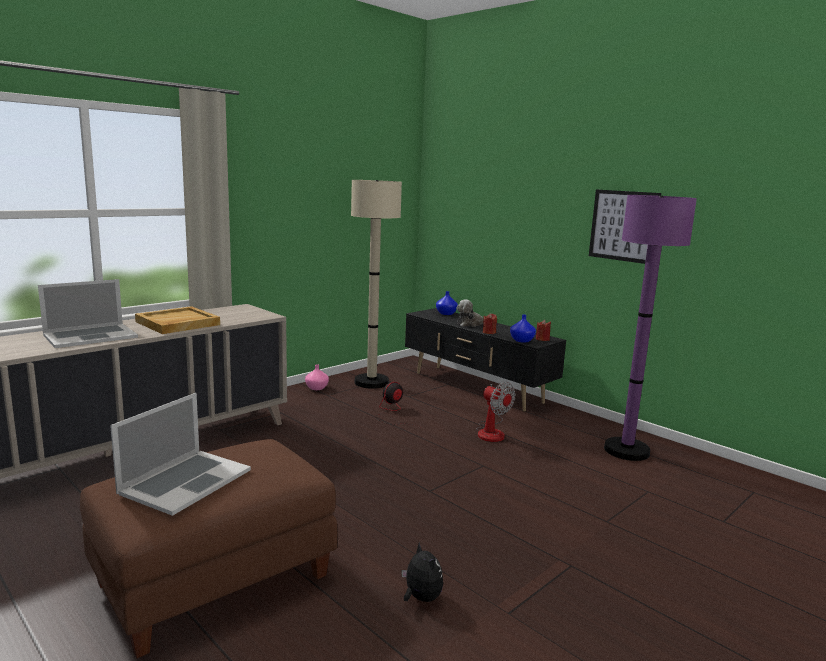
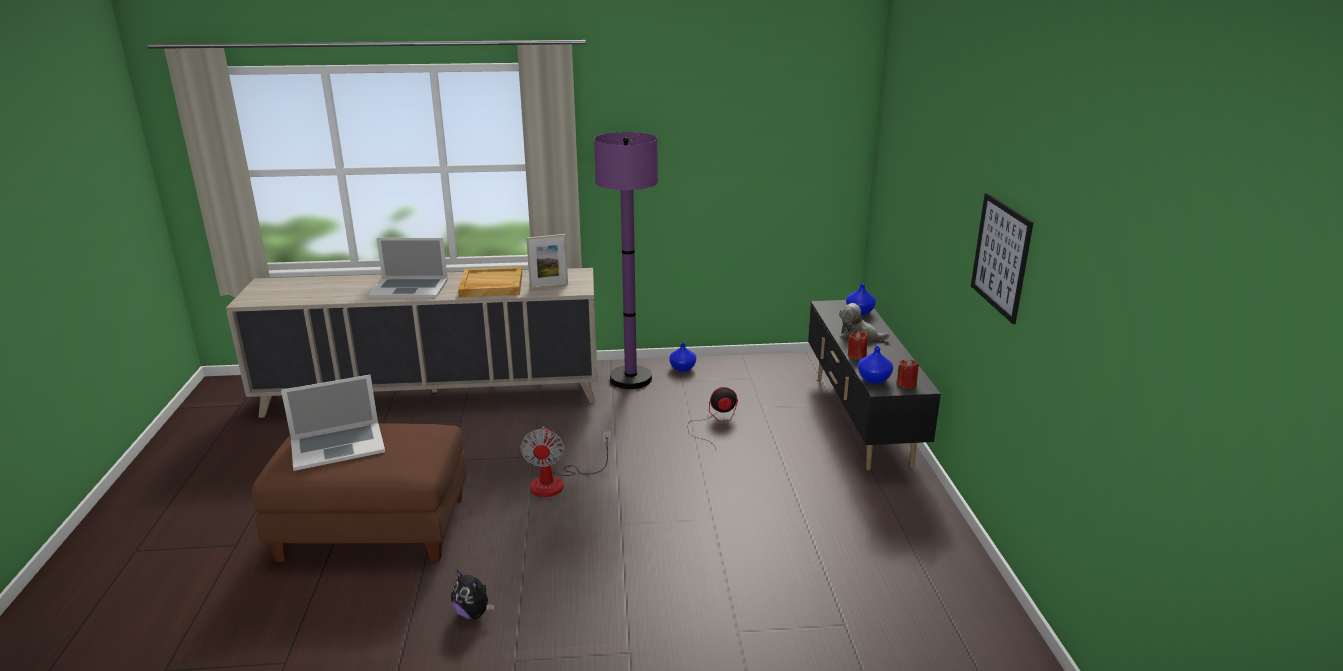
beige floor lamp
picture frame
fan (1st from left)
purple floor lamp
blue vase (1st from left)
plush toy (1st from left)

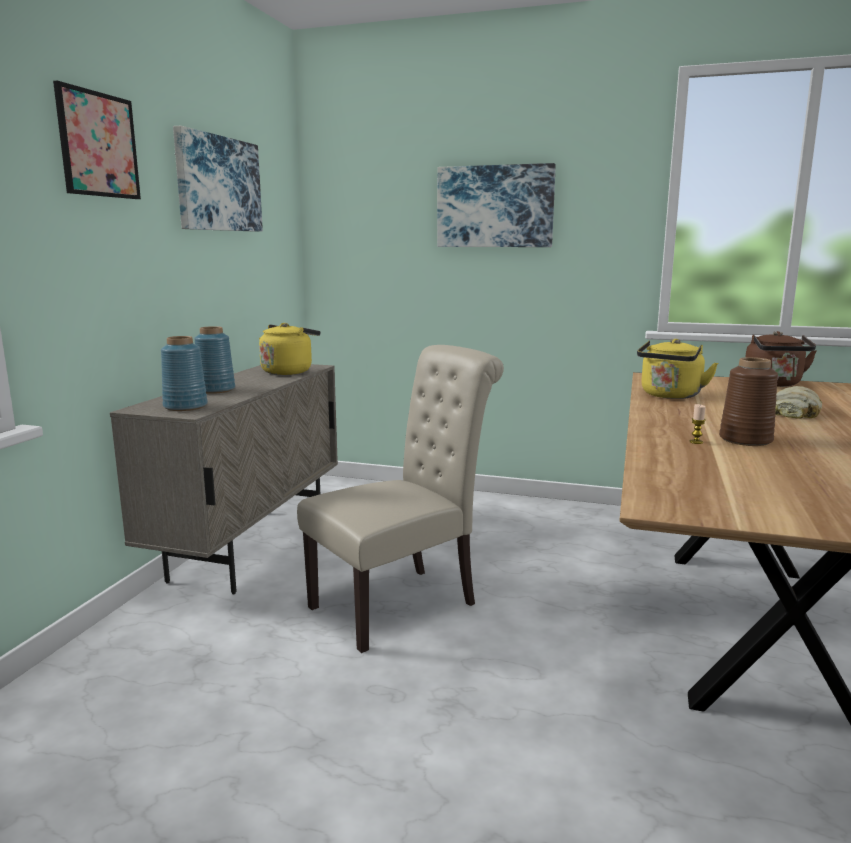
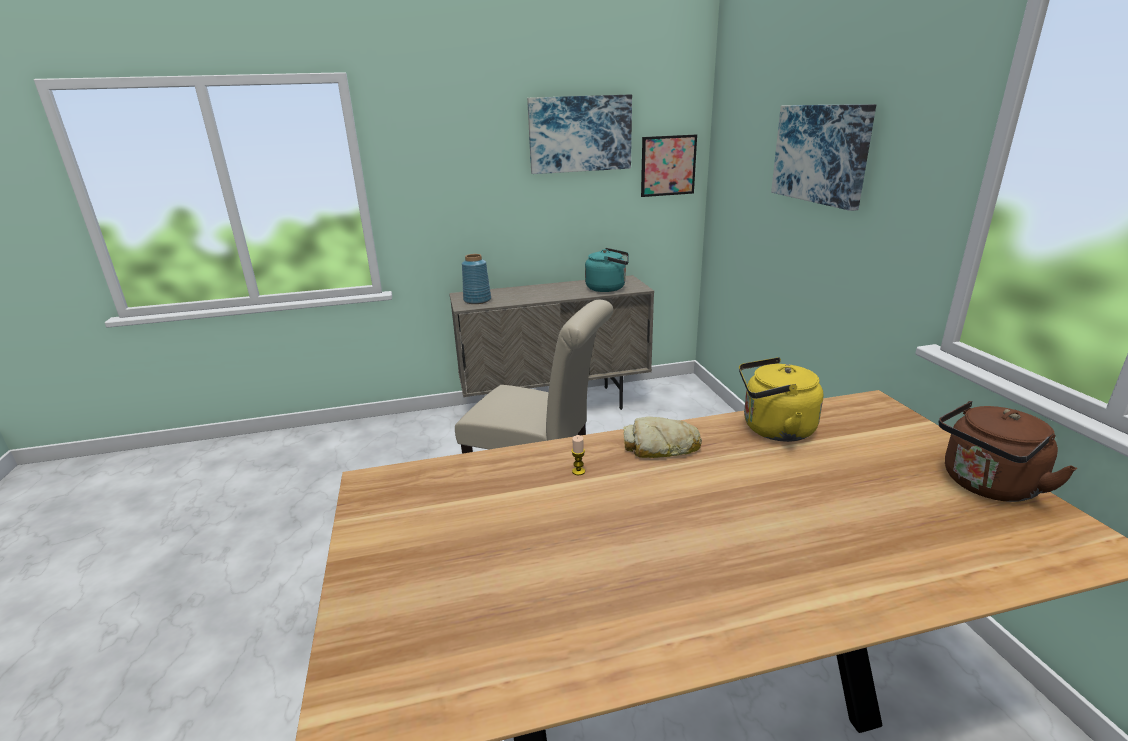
blue vase (2nd from left in the first image)
brown vase
picture (2nd from left)
bread
turquoise kettle

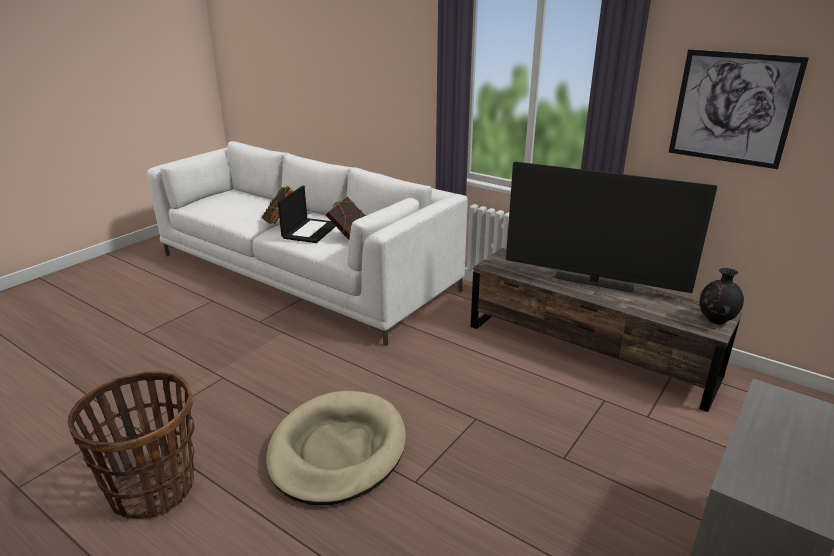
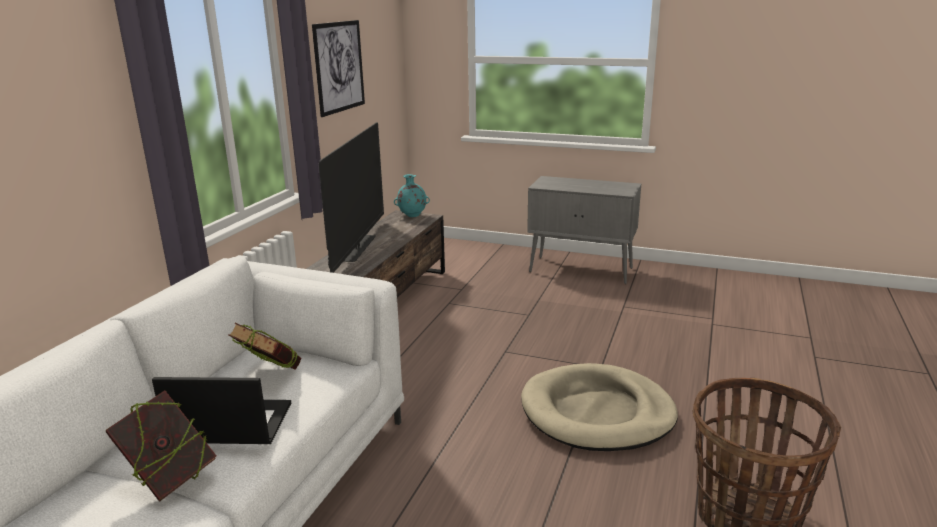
turquoise vase

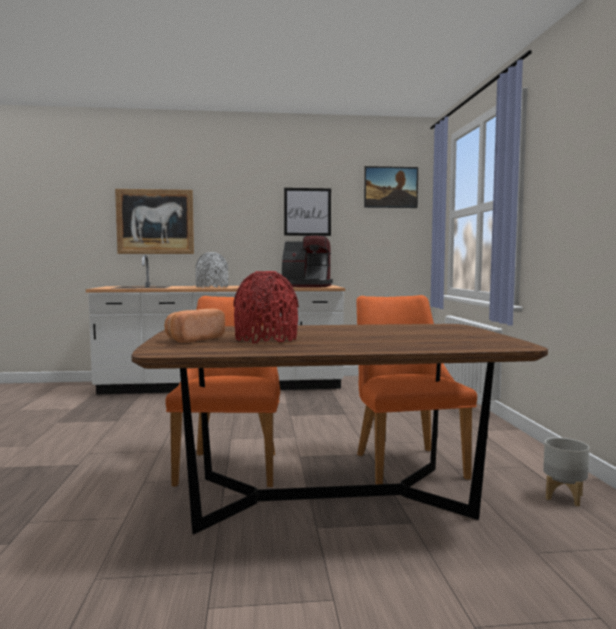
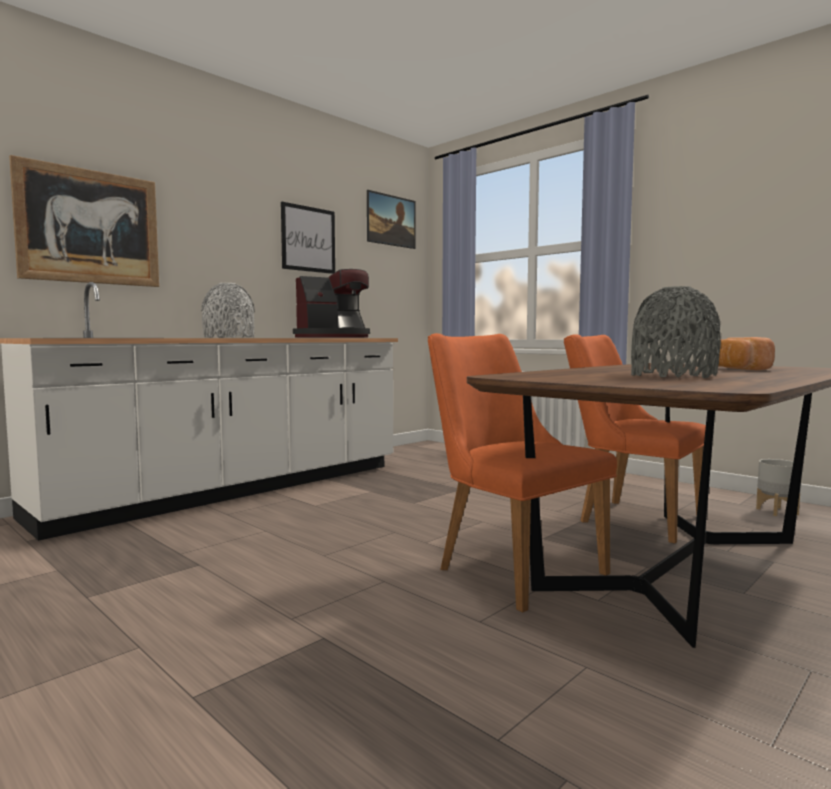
bread
grey vase (2nd from left)

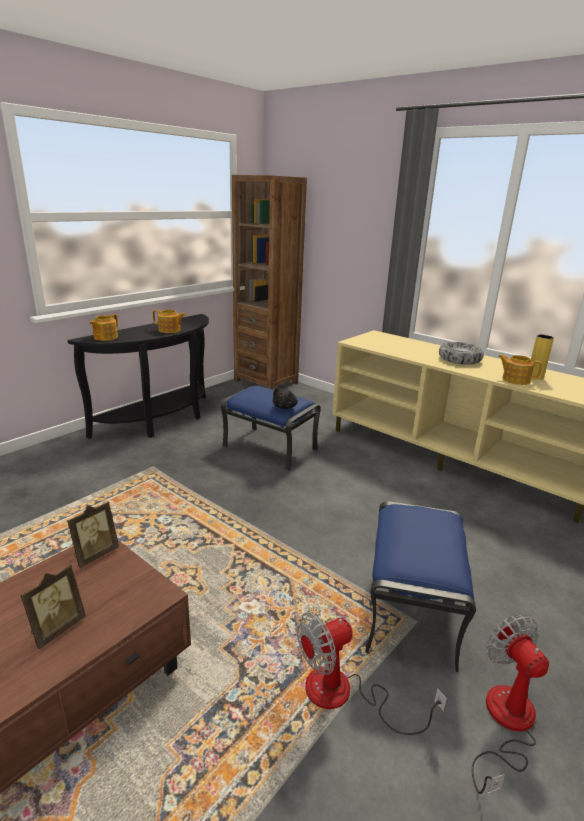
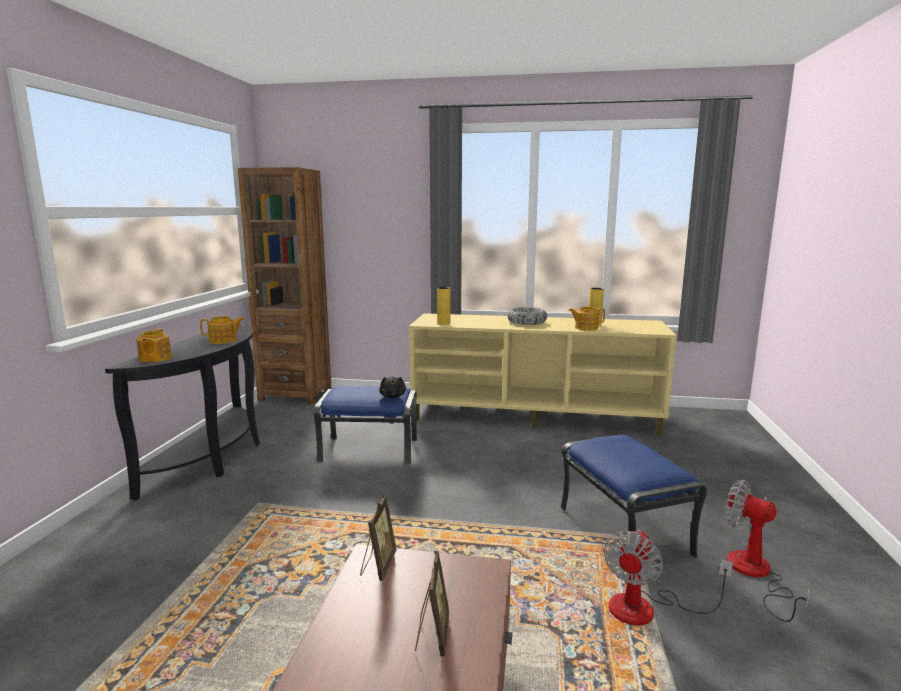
yellow vase (1st from left)

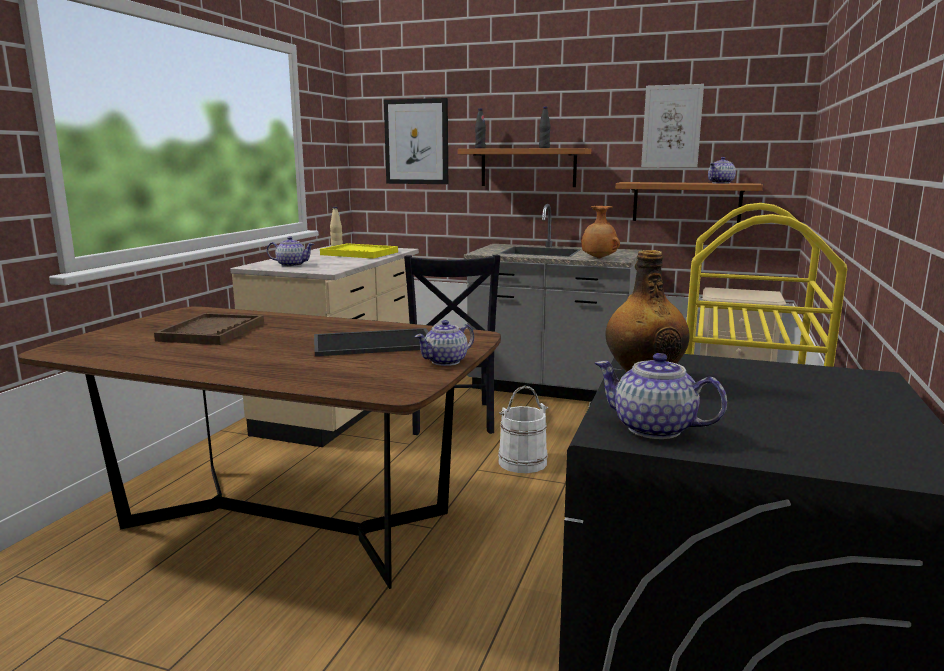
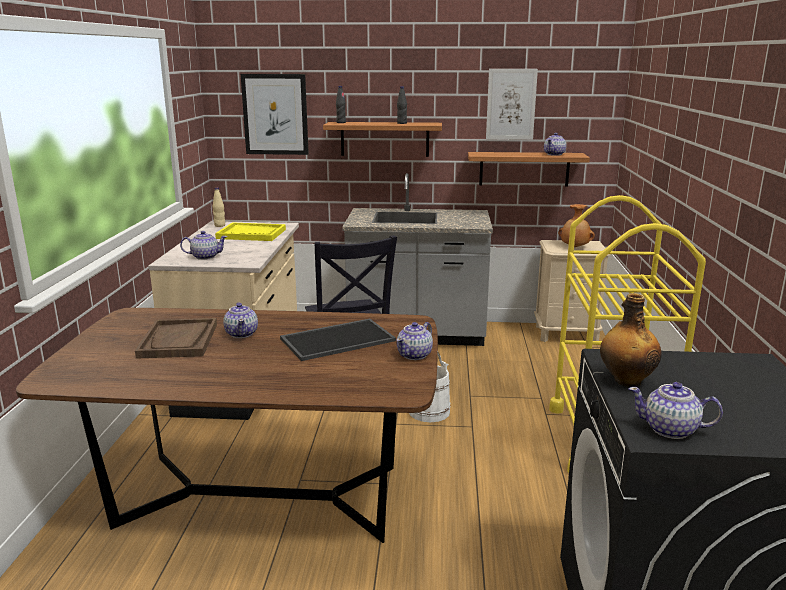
teapot (2nd from left)
brown vase

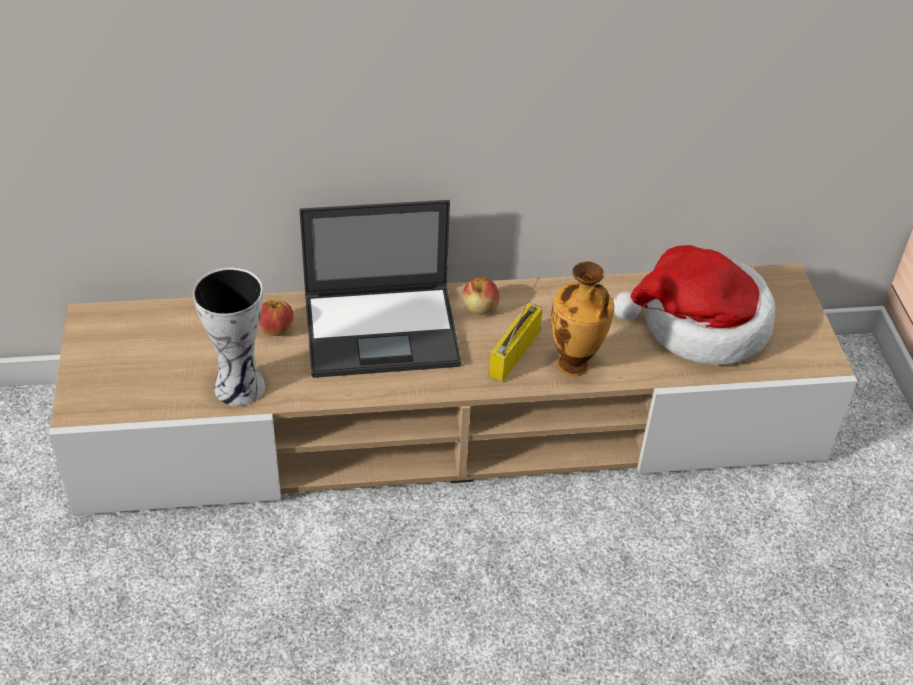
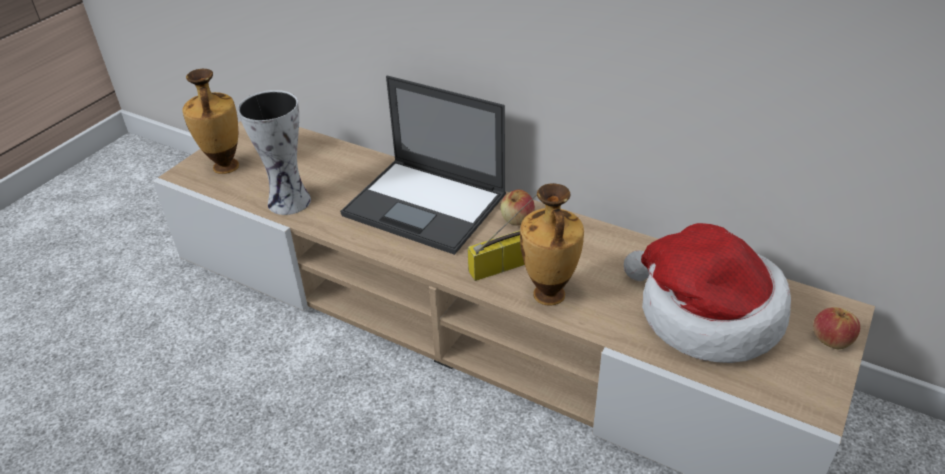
vase (1st from left)
apple (2nd from left)

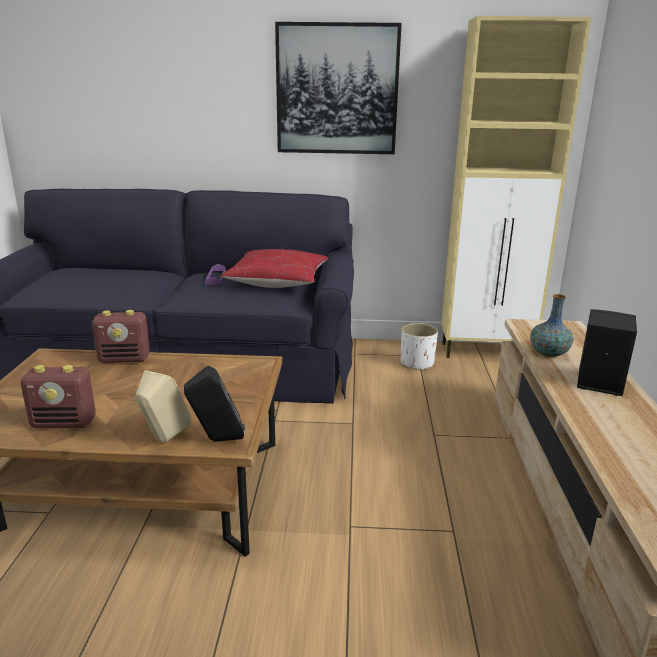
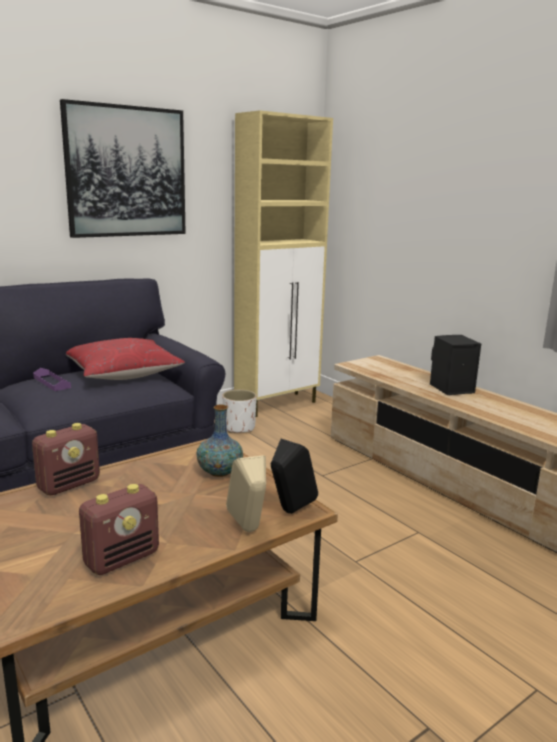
vase

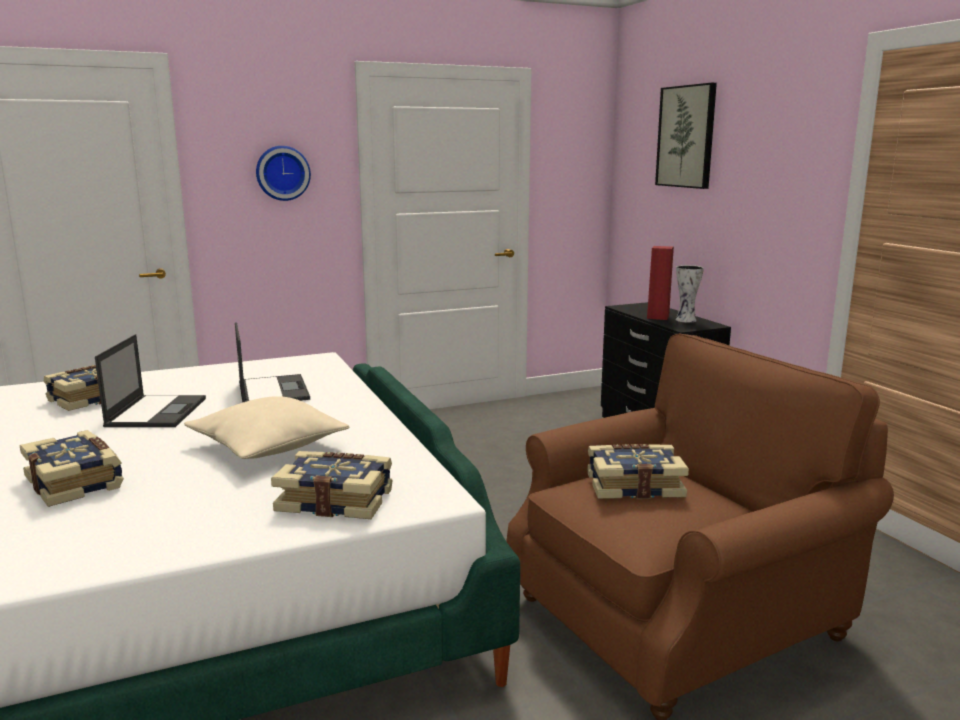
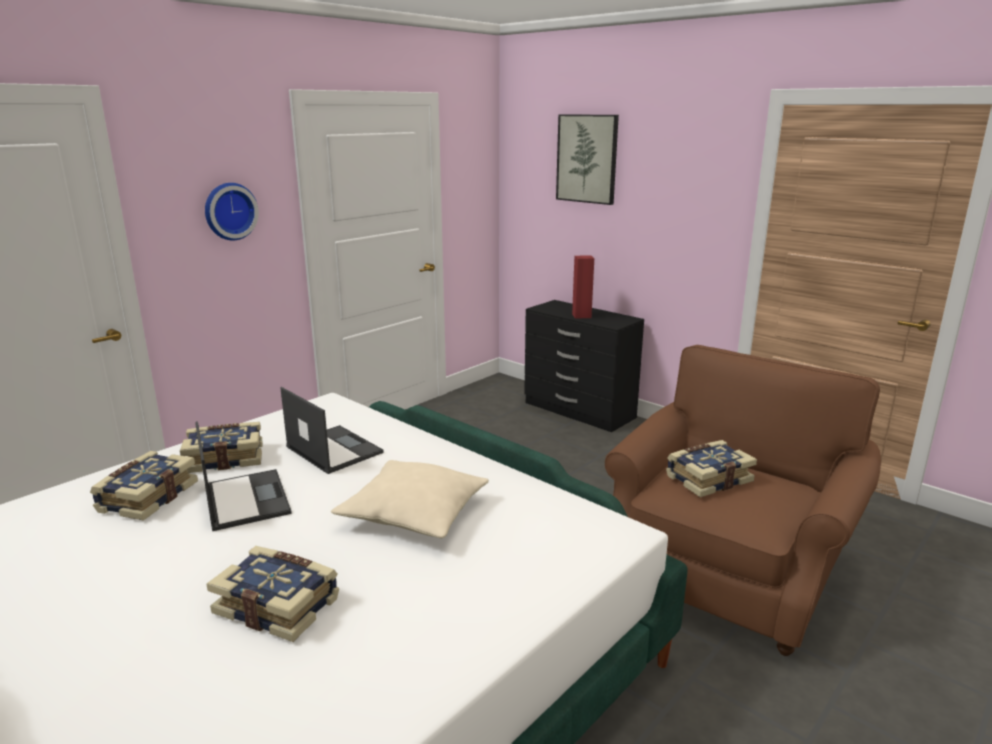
vase
book (2nd from left)

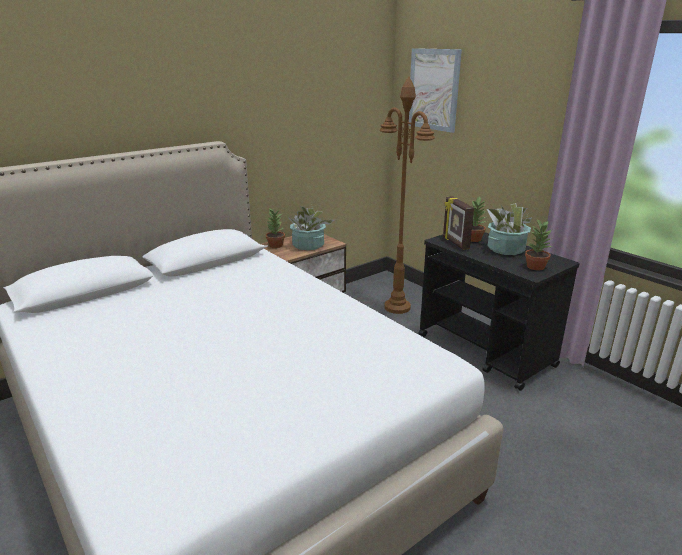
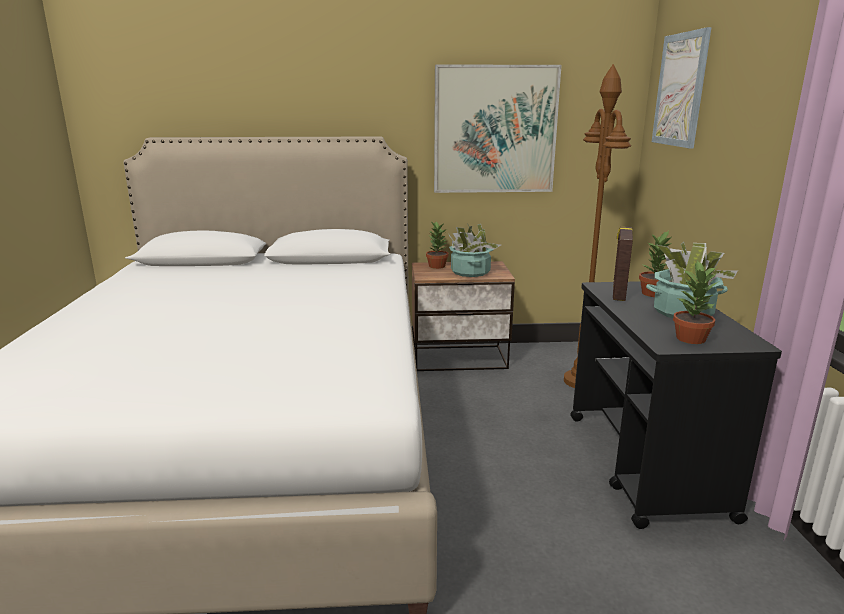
picture (1st from left)

